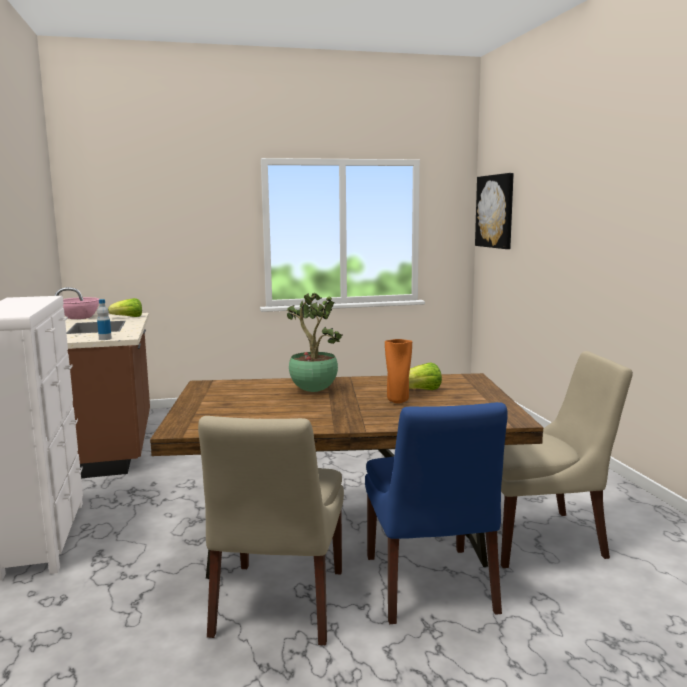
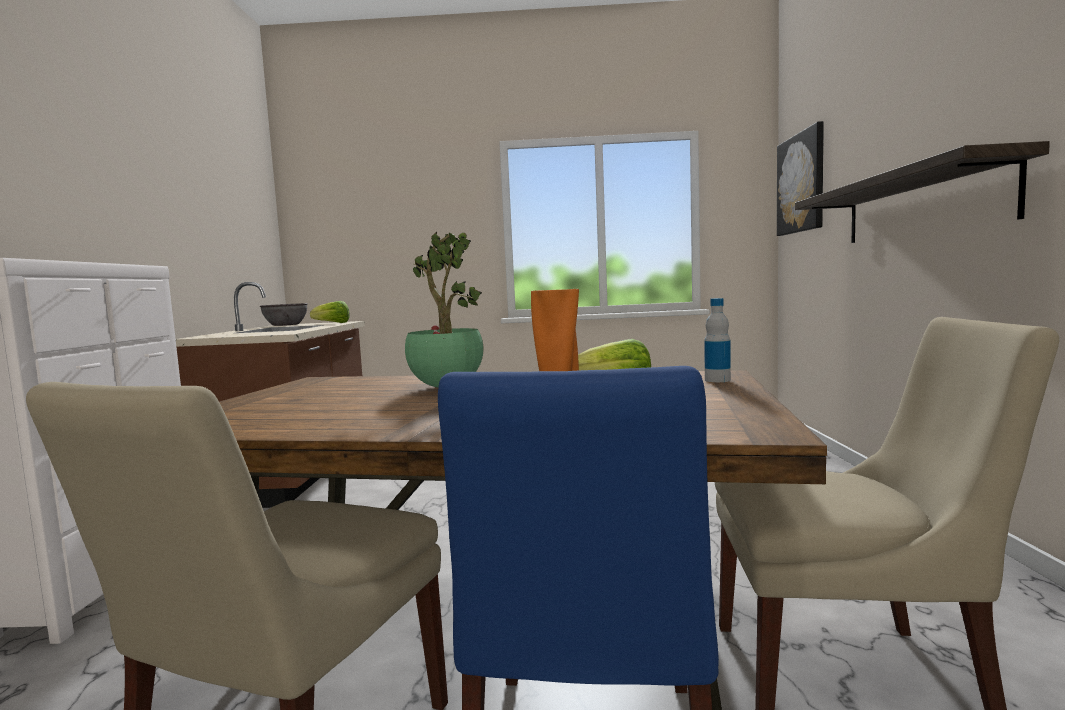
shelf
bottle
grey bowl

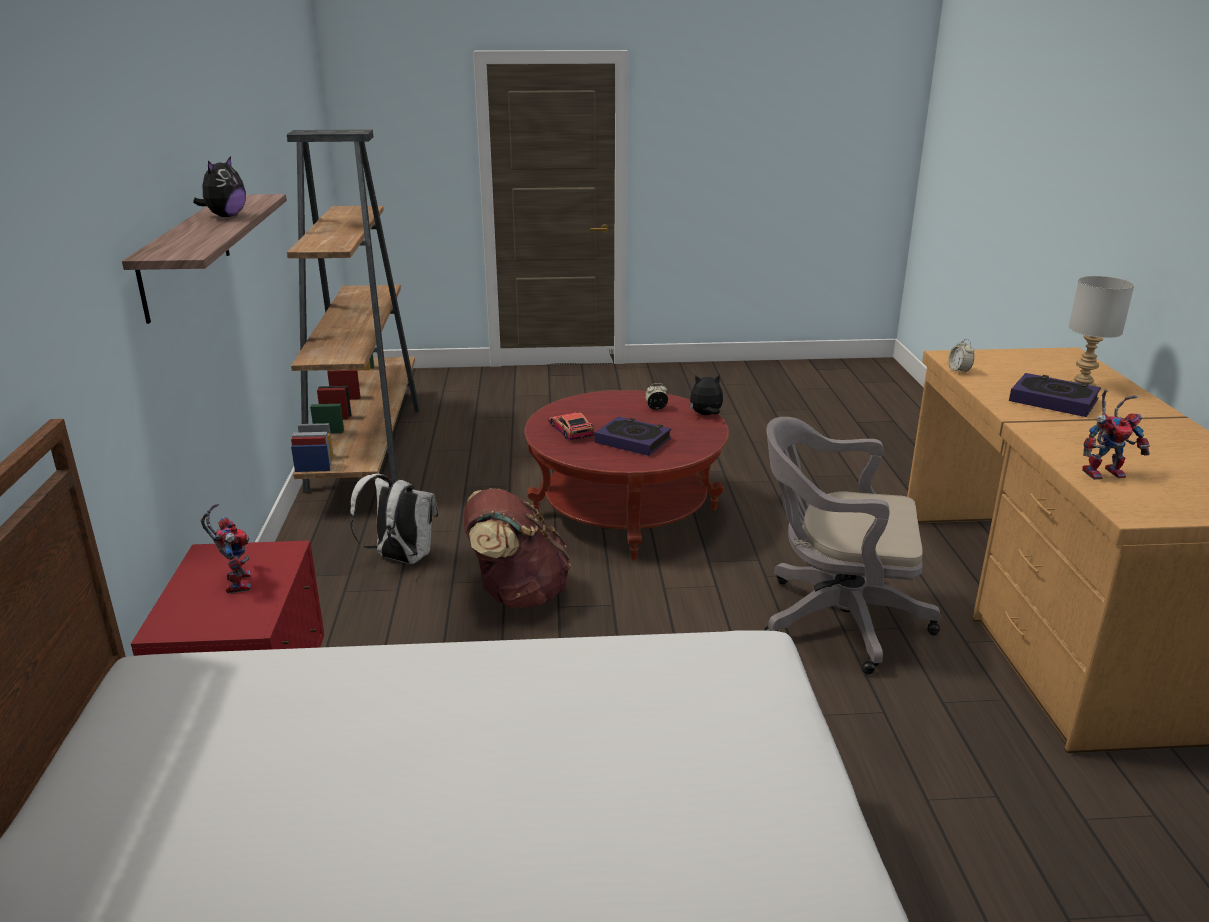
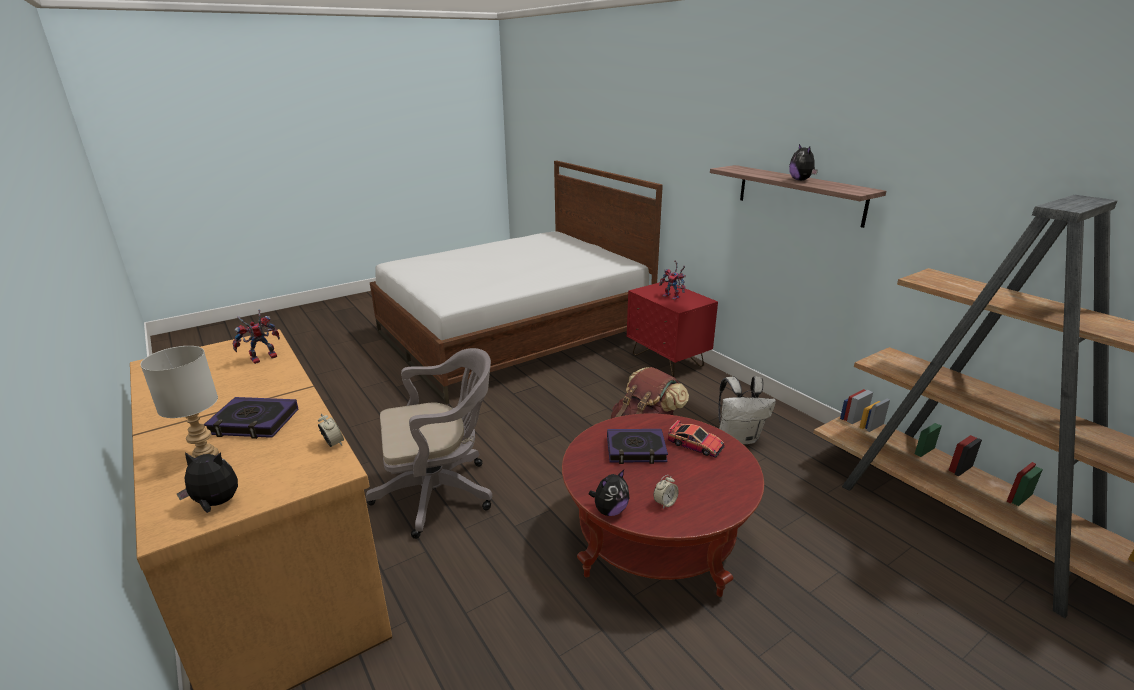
plush toy (1st from left)

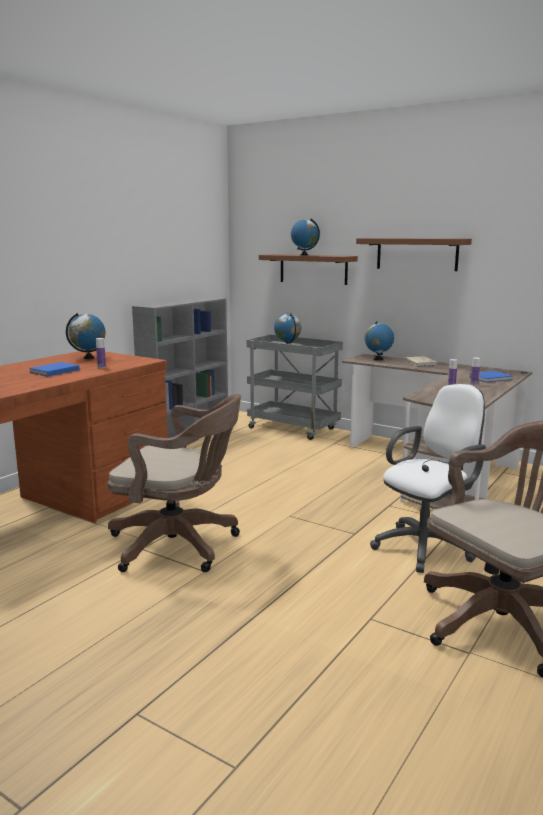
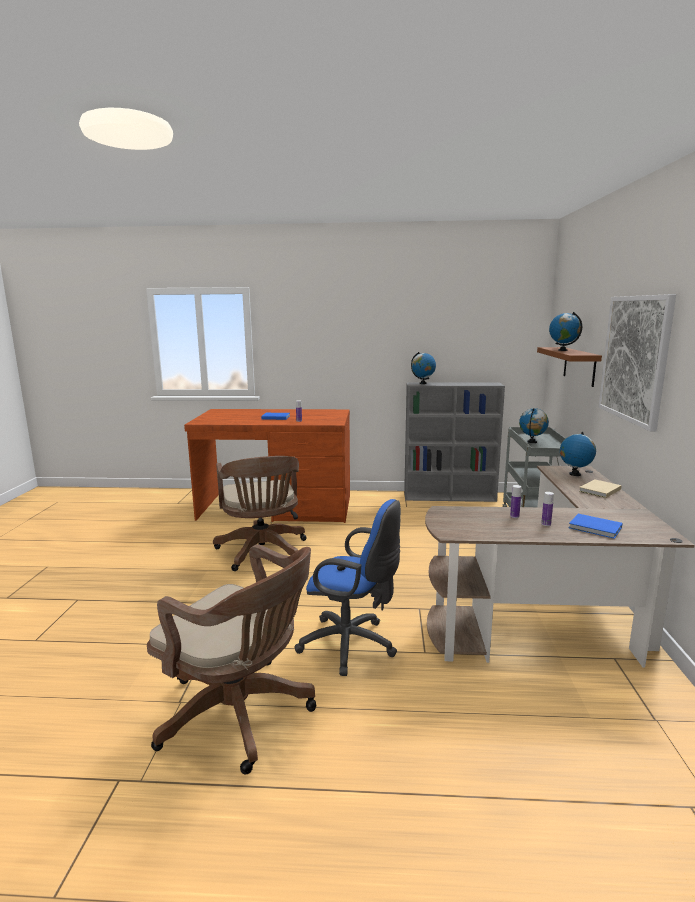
globe (1st from left)
picture
blue office chair

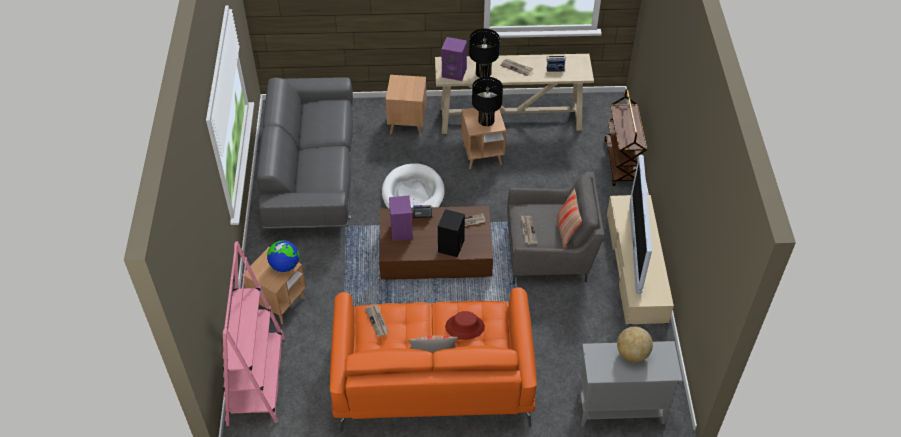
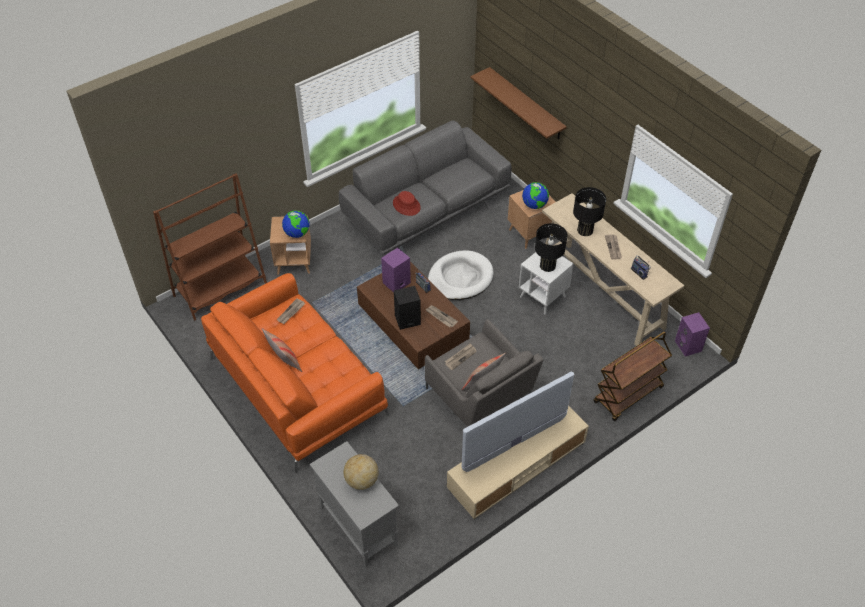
brown shelf
globe (3rd from left)
purple speaker (2nd from left)
red hat
brown bookcase
white side table

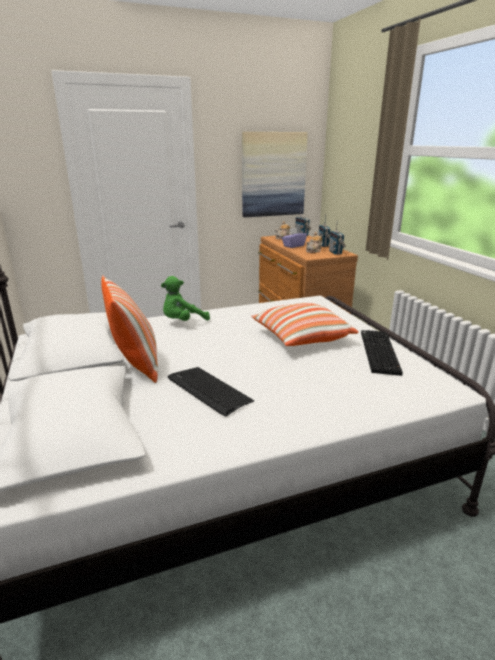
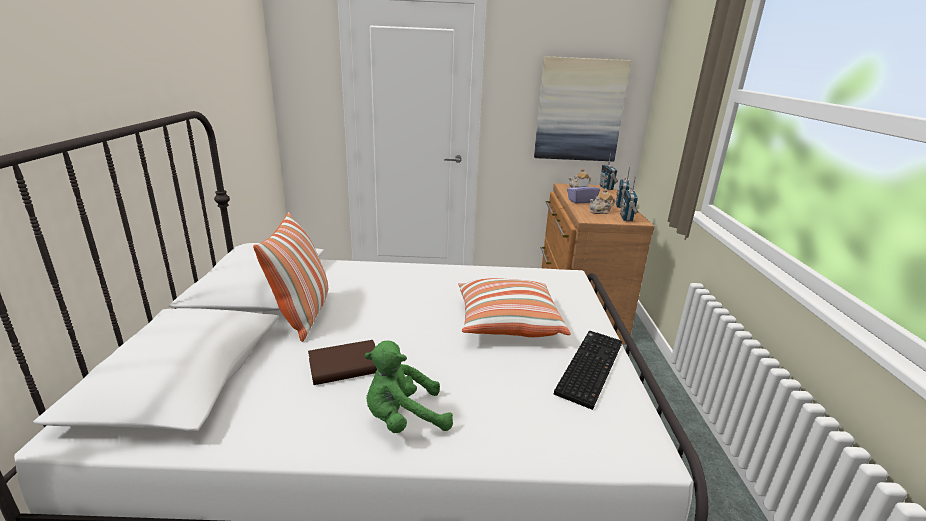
green plush toy
brown book

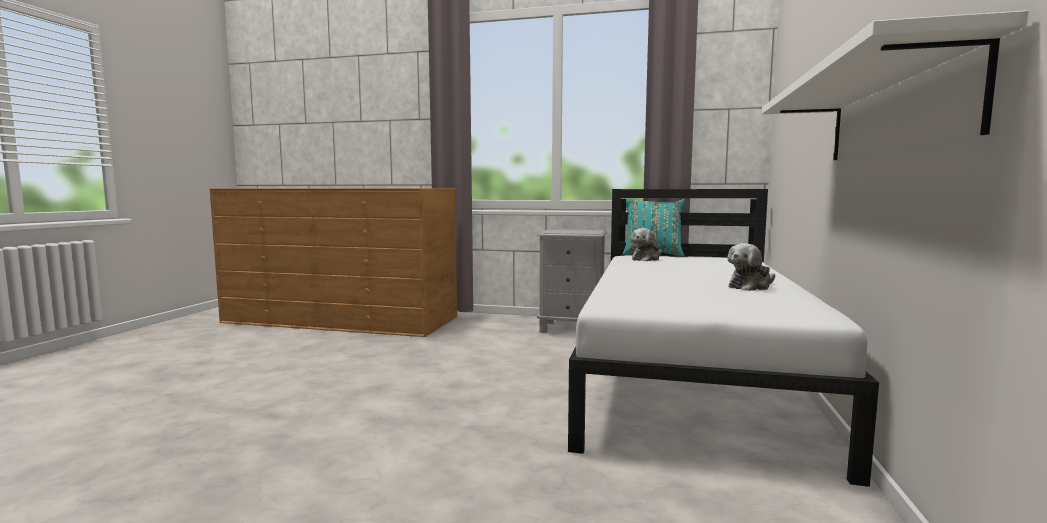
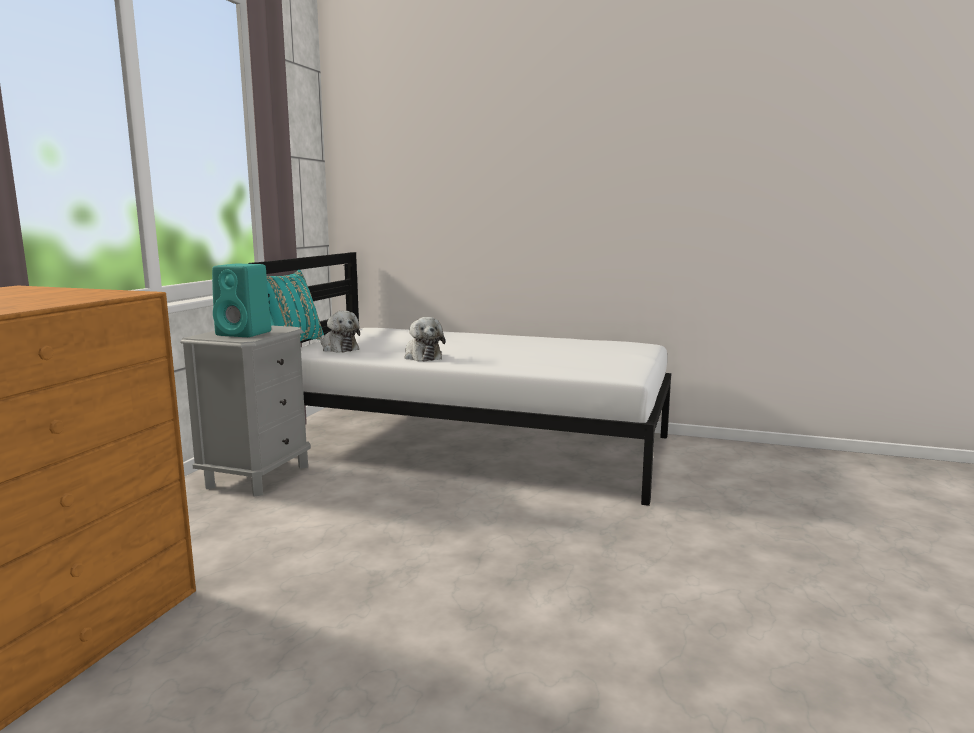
white shelf
turquoise speaker
plush toy (2nd from left)

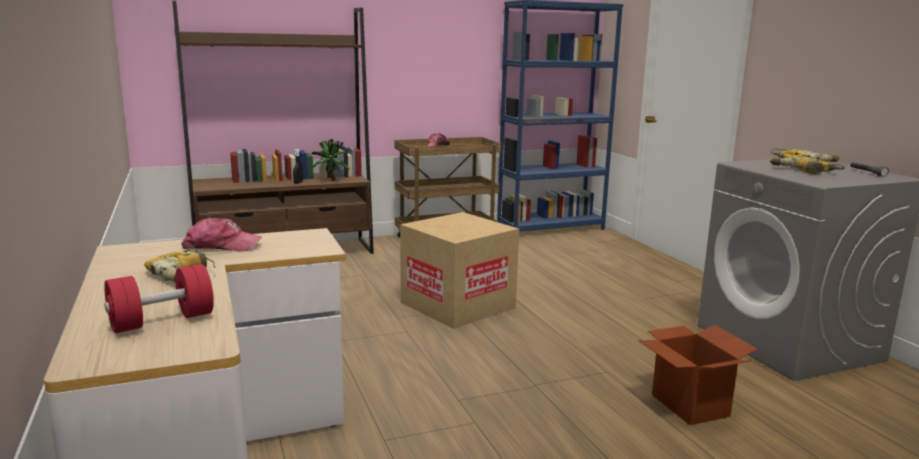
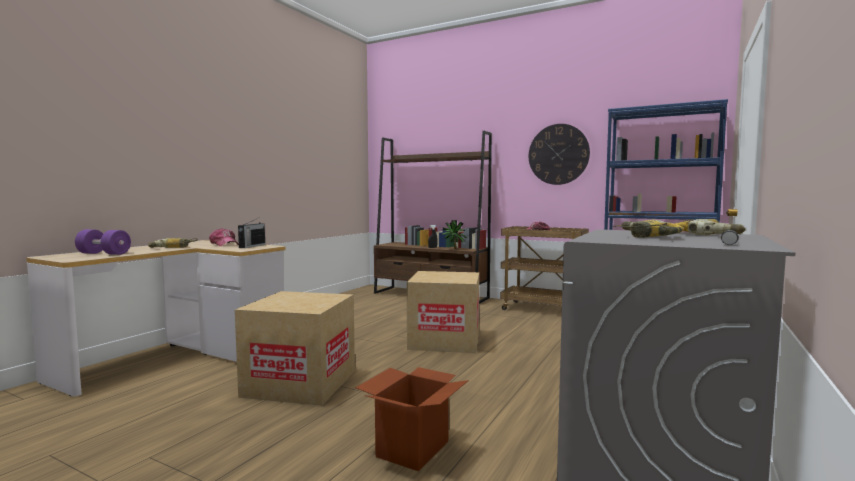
cardboard box (1st from left)
radio
wall clock
purple dumbbell

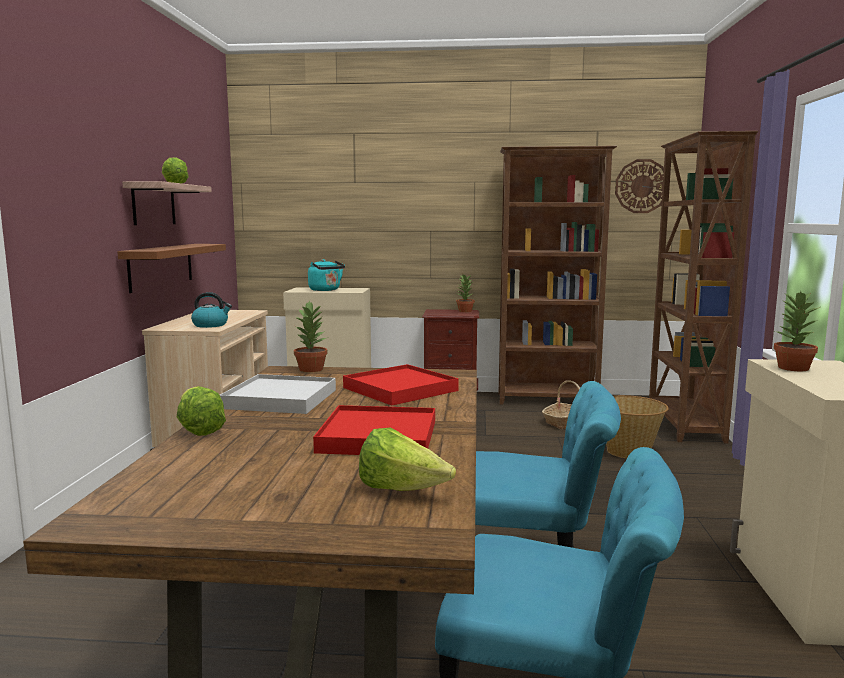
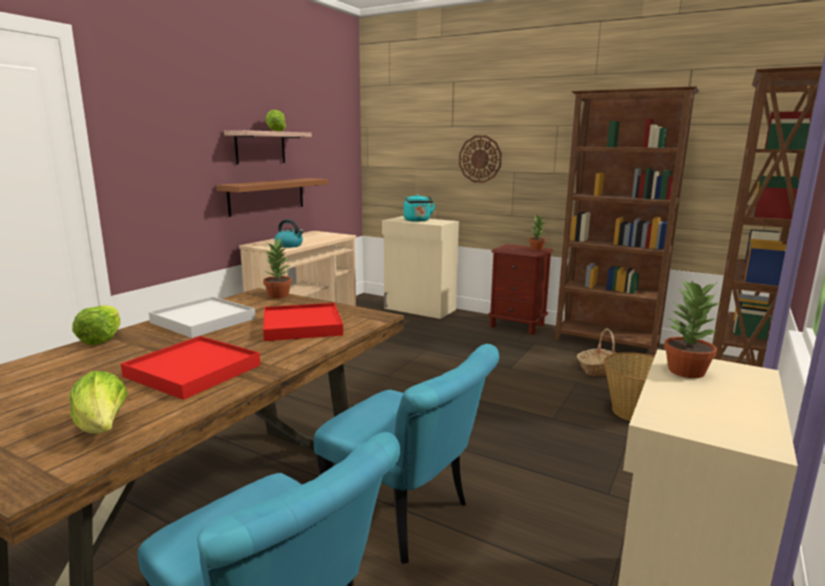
wall clock

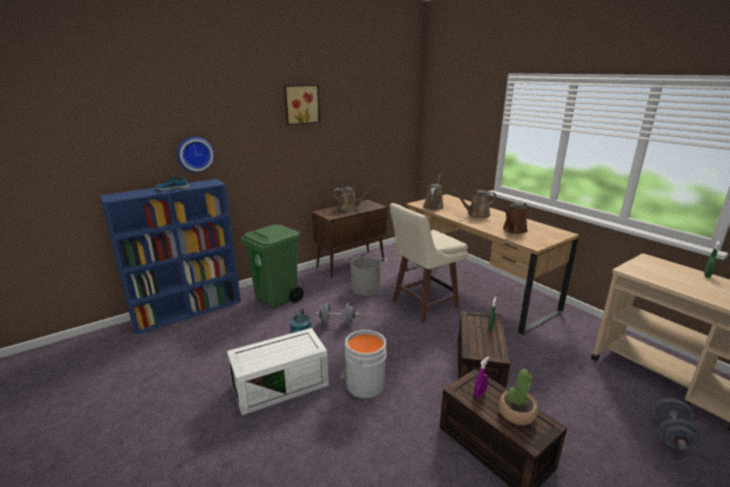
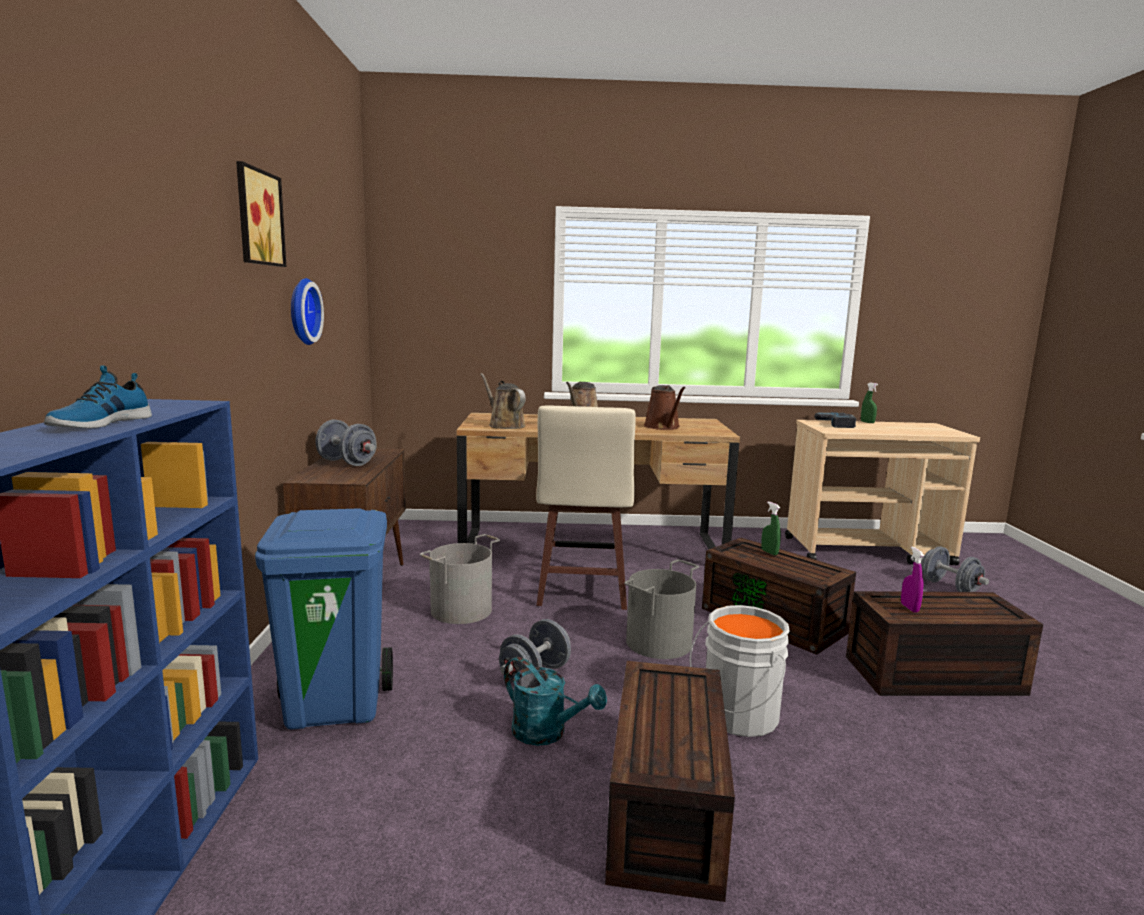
potted plant
grey bucket (2nd from left)
power drill
wall clock
grey dumbbell (1st from left)
brown storage box (1st from left)
blue trash can

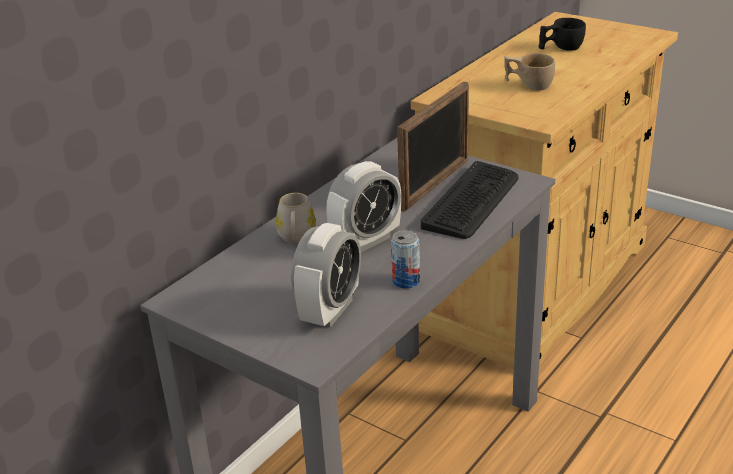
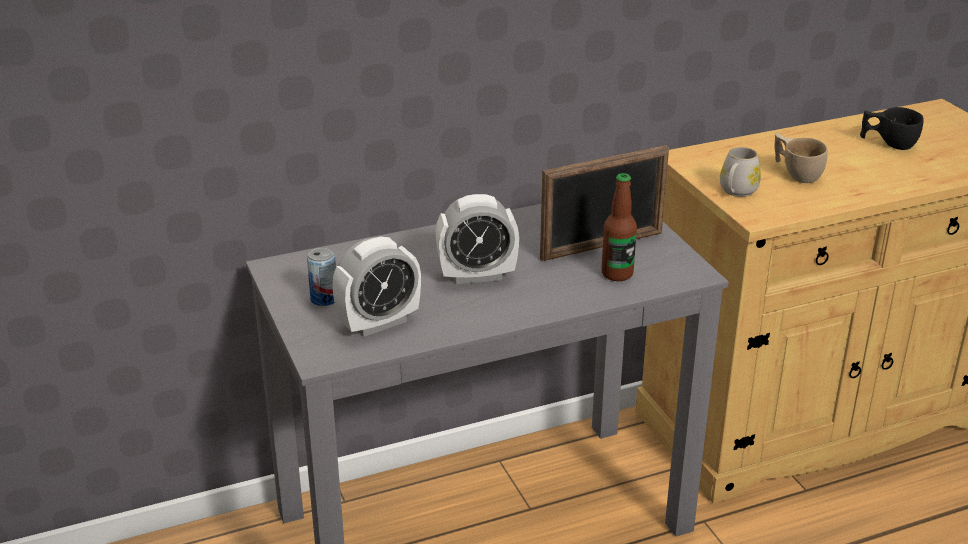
white mug
can
bottle

